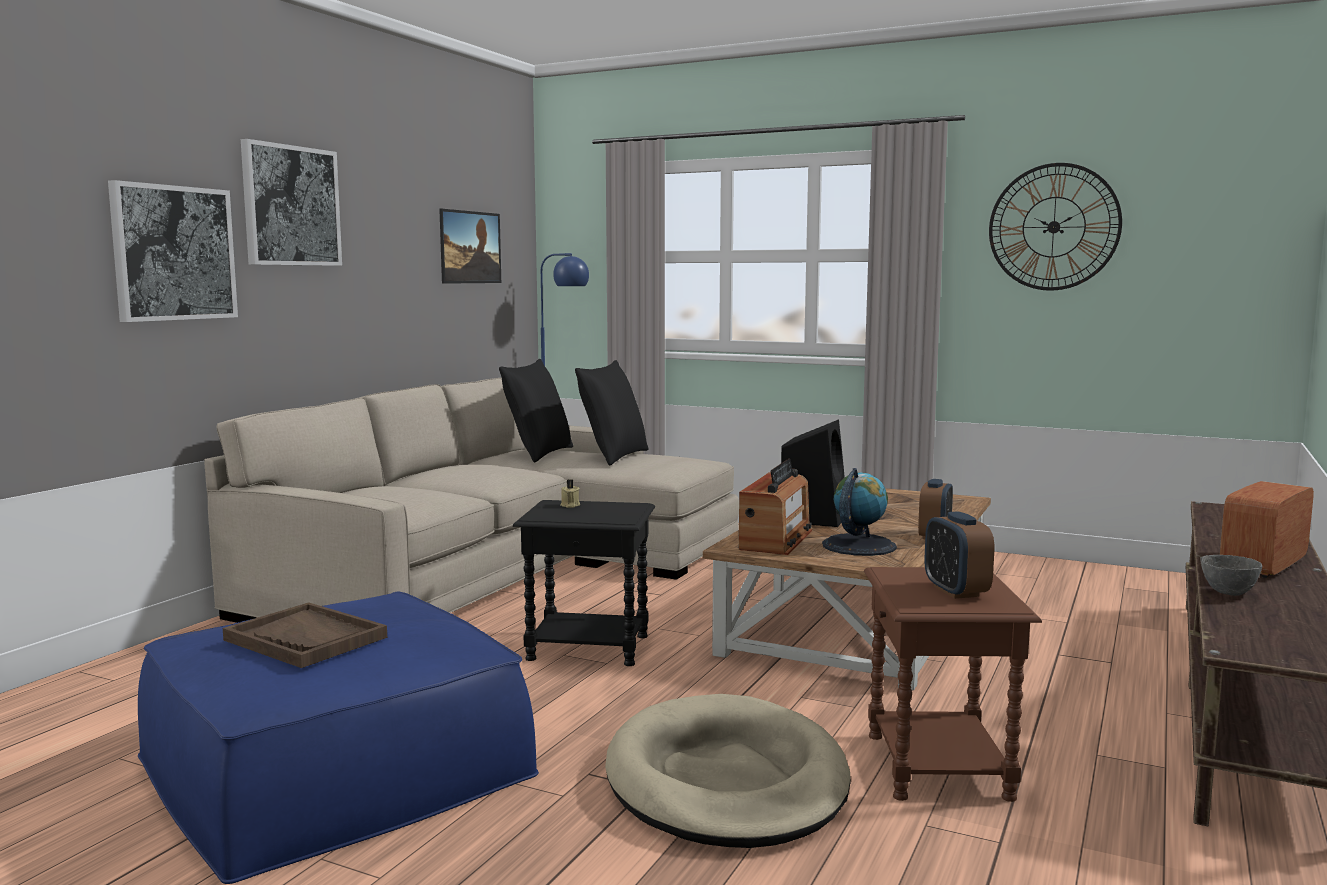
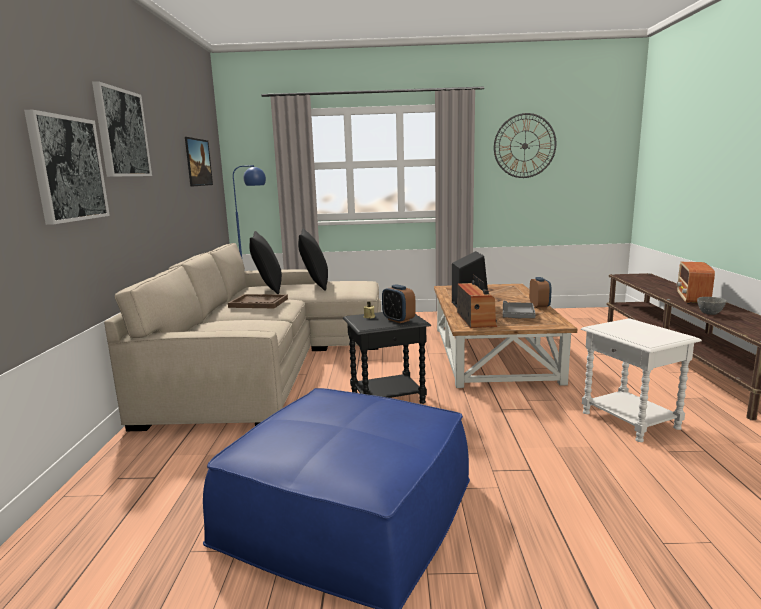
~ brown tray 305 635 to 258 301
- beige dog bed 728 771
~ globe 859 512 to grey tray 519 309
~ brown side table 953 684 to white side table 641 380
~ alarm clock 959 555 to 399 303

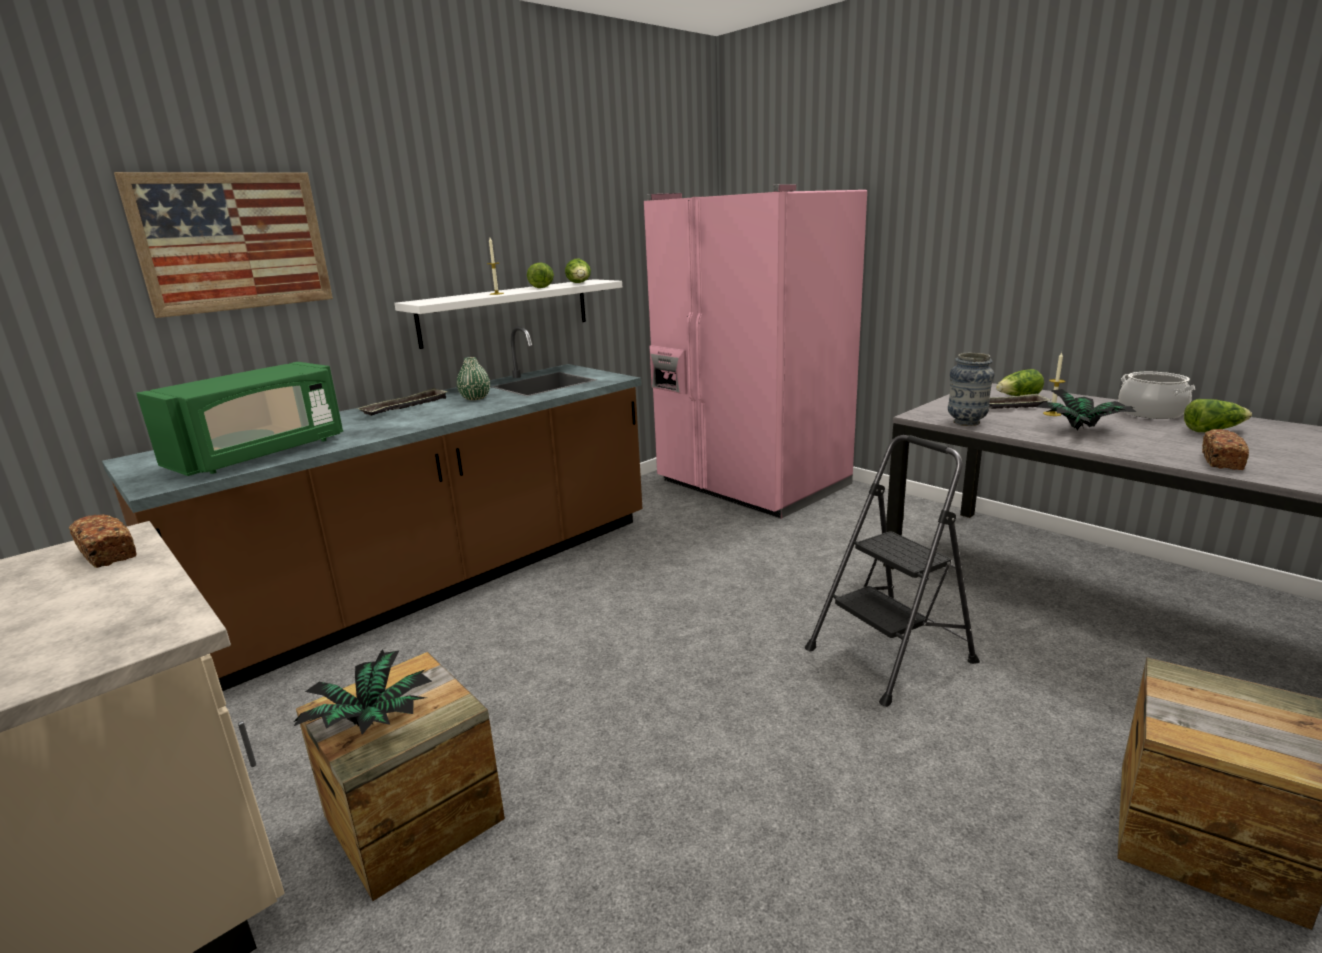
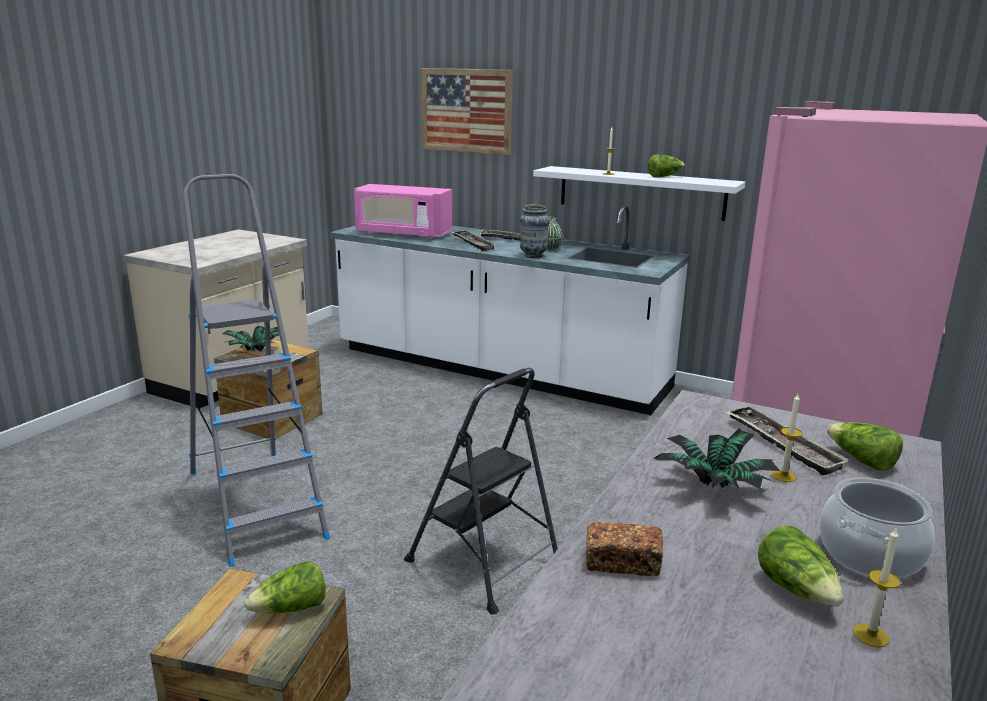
- bread 103 541
~ brown counter 372 508 to white counter 510 310
~ green microwave 239 419 to pink microwave 403 211
~ lettuce 578 271 to 284 587
~ vase 971 389 to 535 231
+ grey step ladder 256 370
+ tray 474 240
+ candle 877 587

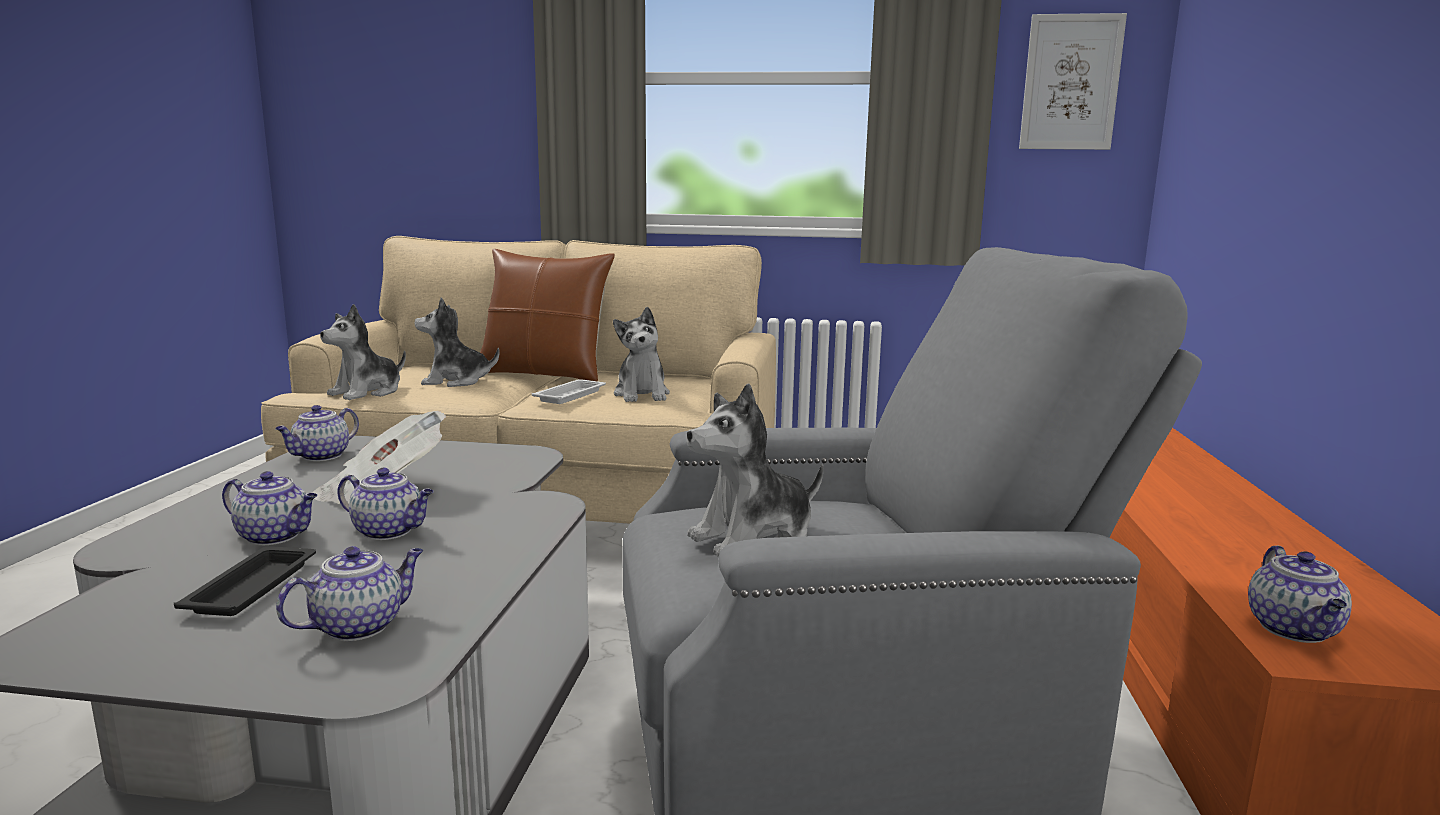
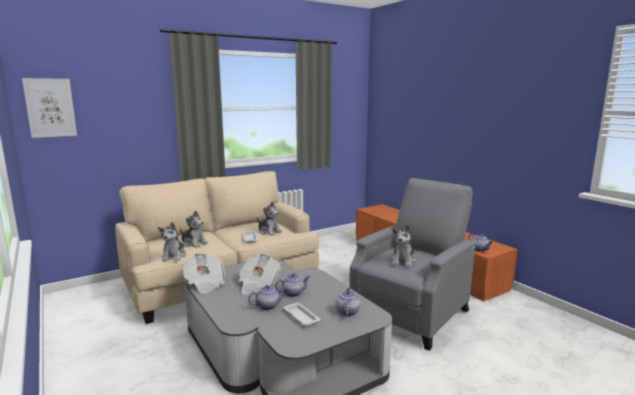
~ black tray 245 581 to white tray 302 314
~ teapot 317 433 to newspaper 204 273
~ plush toy 457 342 = 194 229 105 degrees counterclockwise
- brown pillow 547 315
~ picture 1073 81 to 49 108

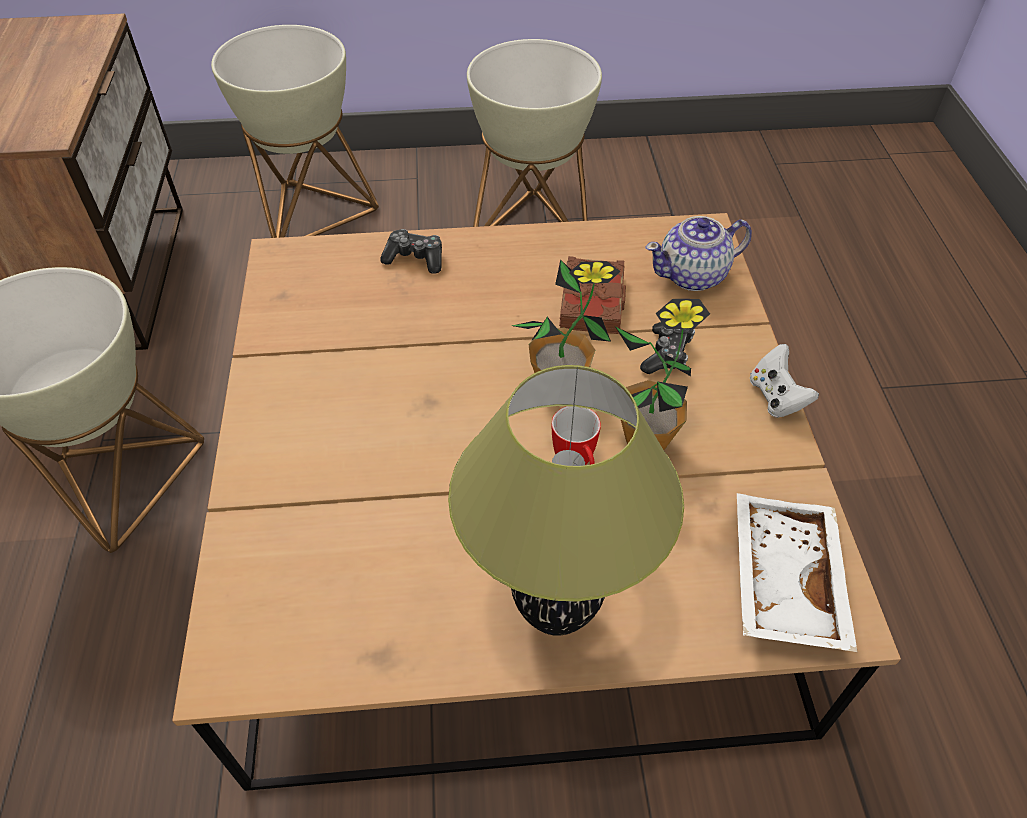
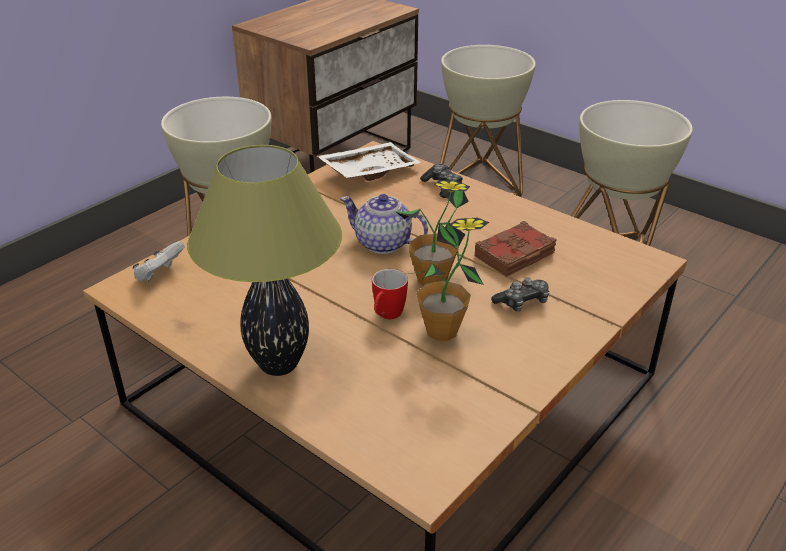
~ teapot 699 253 to 384 224
~ white tray 797 572 to 369 161
~ white game controller 784 381 to 159 261

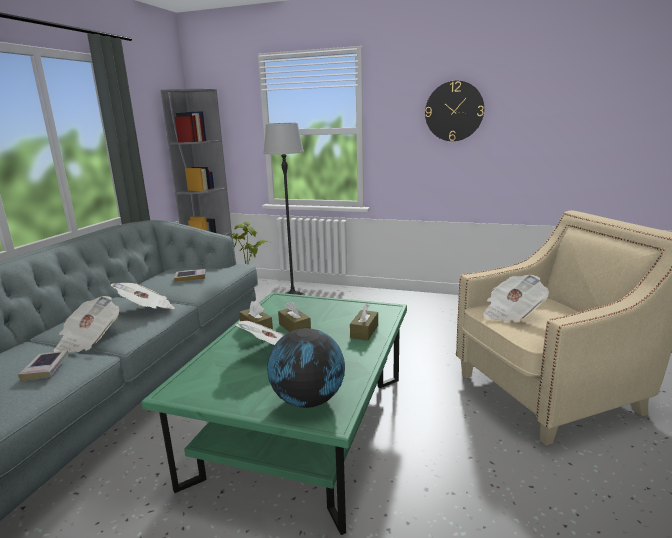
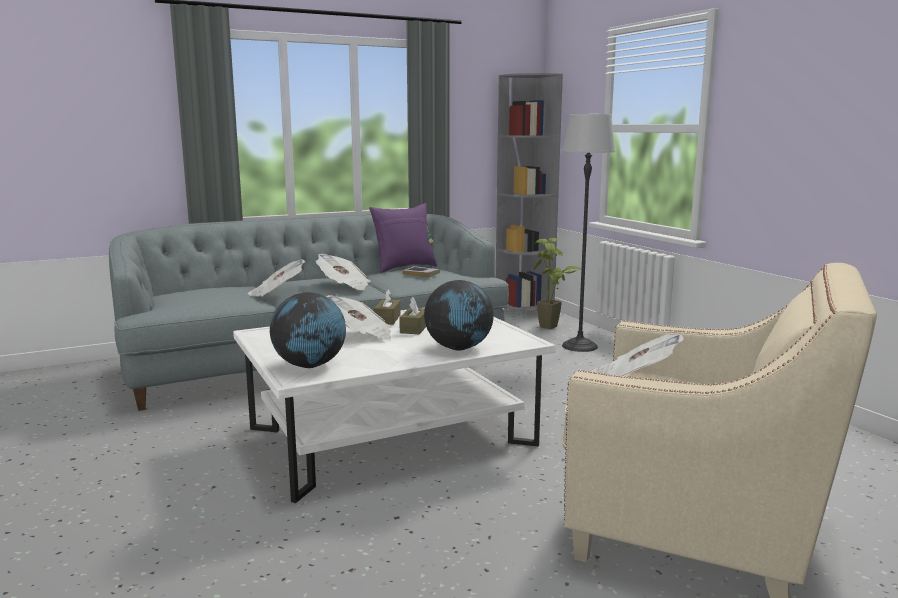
- book 43 365
~ green coffee table 274 413 to white coffee table 394 406
~ brown tissue box 364 322 to globe 459 315
- wall clock 454 111
+ purple pillow 403 238

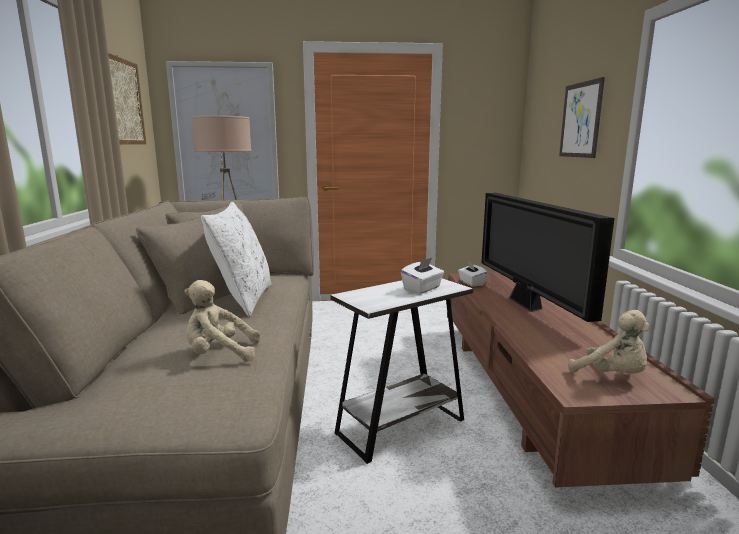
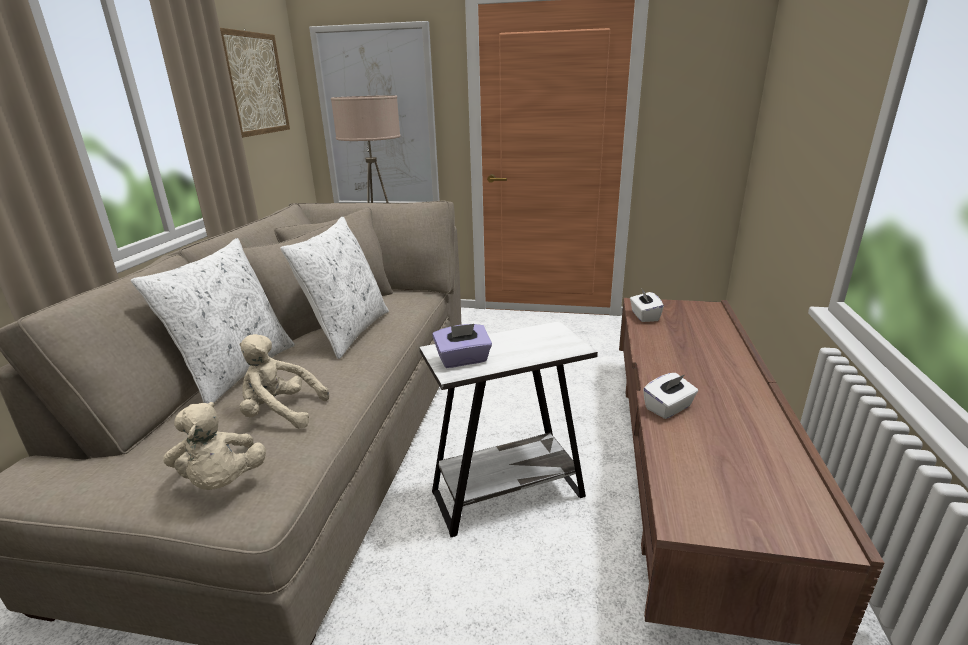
~ white tissue box 422 275 to 670 396
- television 548 257
- picture 582 117
~ beige plush toy 609 341 to 214 446
+ white pillow 213 321
+ purple tissue box 462 346

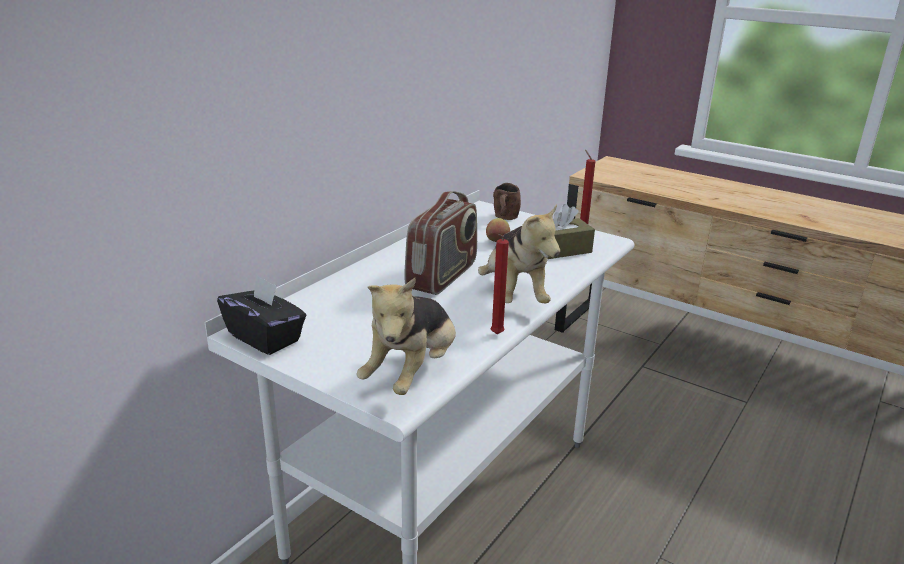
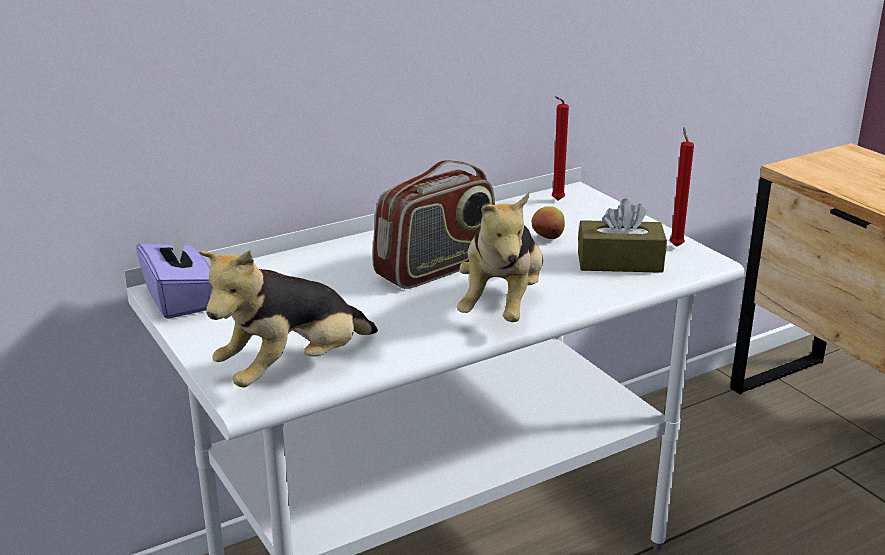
~ black tissue box 261 315 to purple tissue box 174 273
~ red candle 500 284 to 560 148
- brown mug 507 201

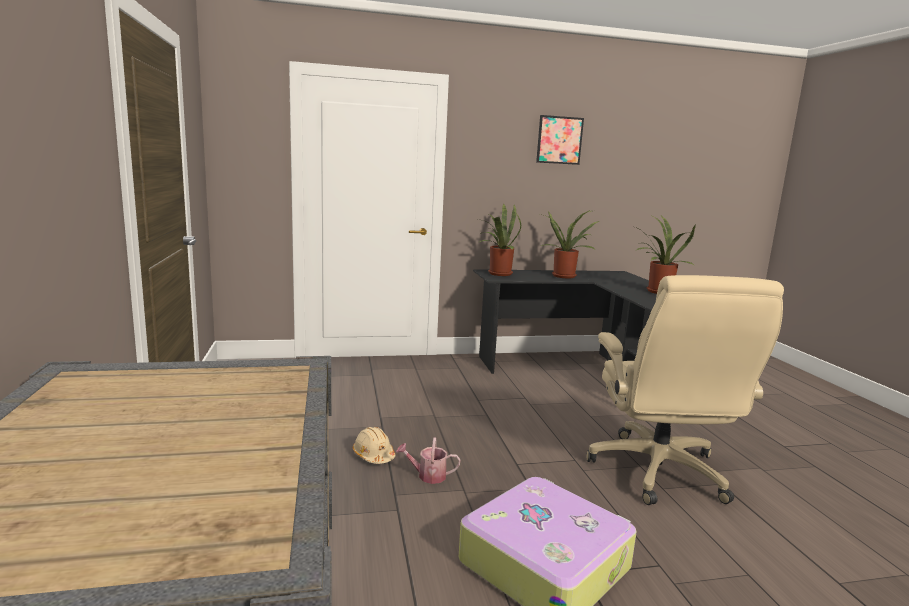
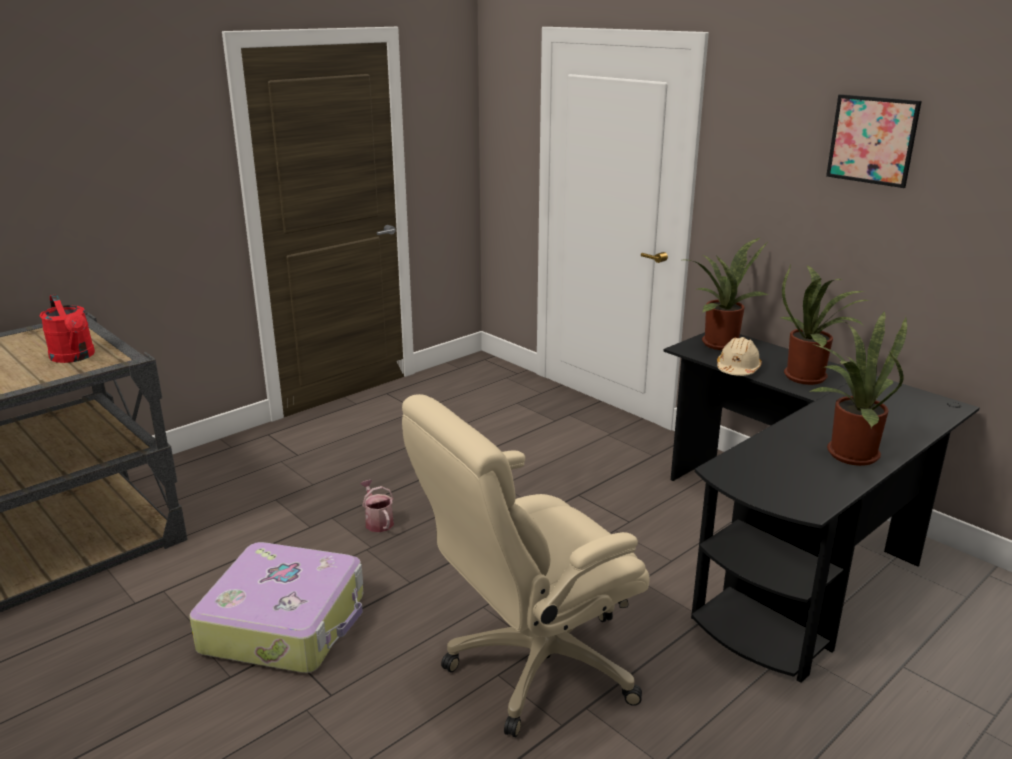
~ beige hard hat 374 445 to 739 356
+ red watering can 67 328

